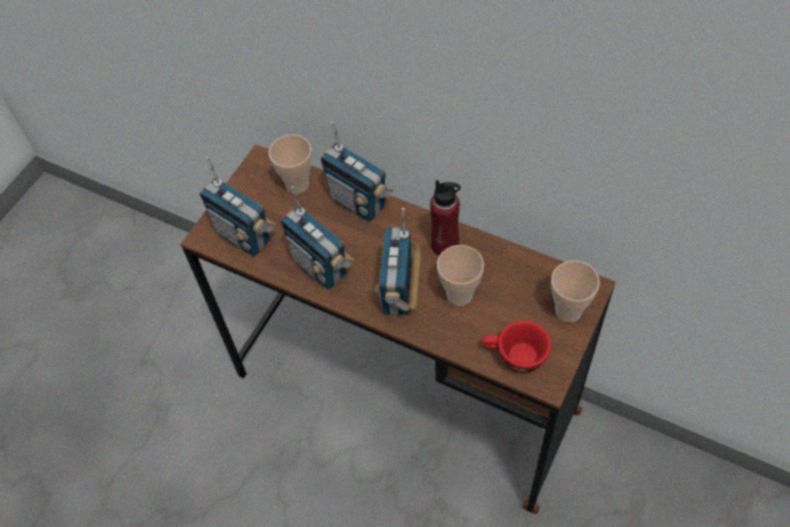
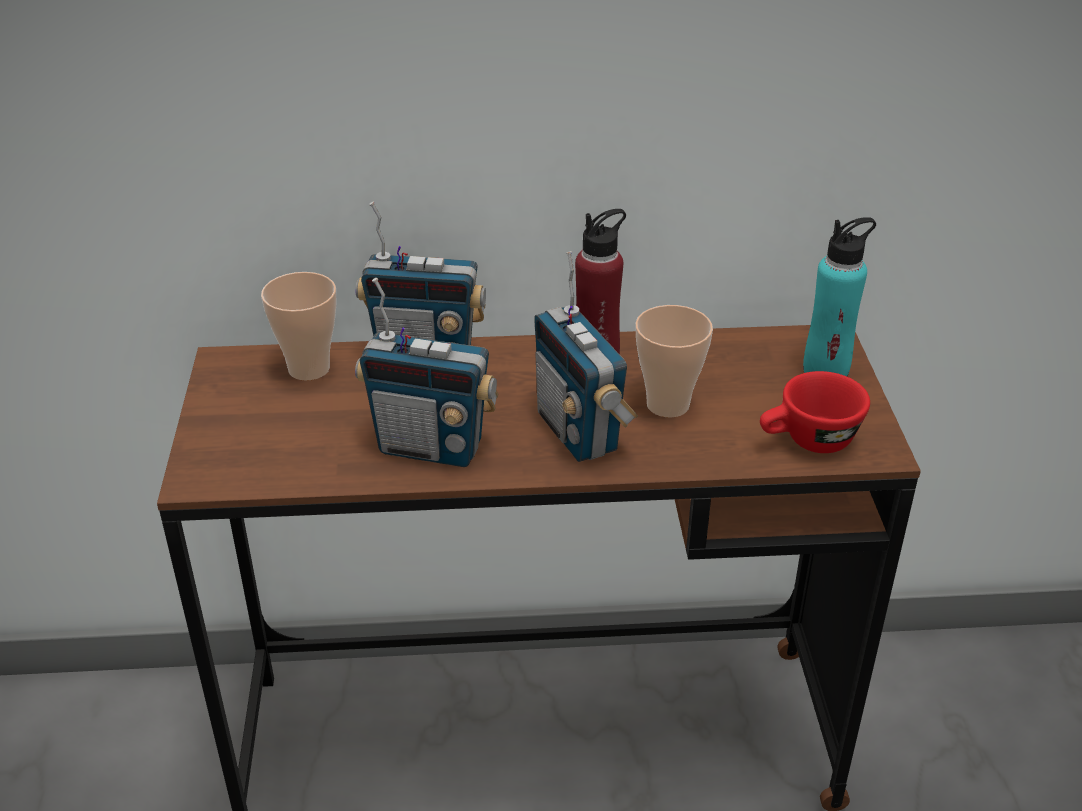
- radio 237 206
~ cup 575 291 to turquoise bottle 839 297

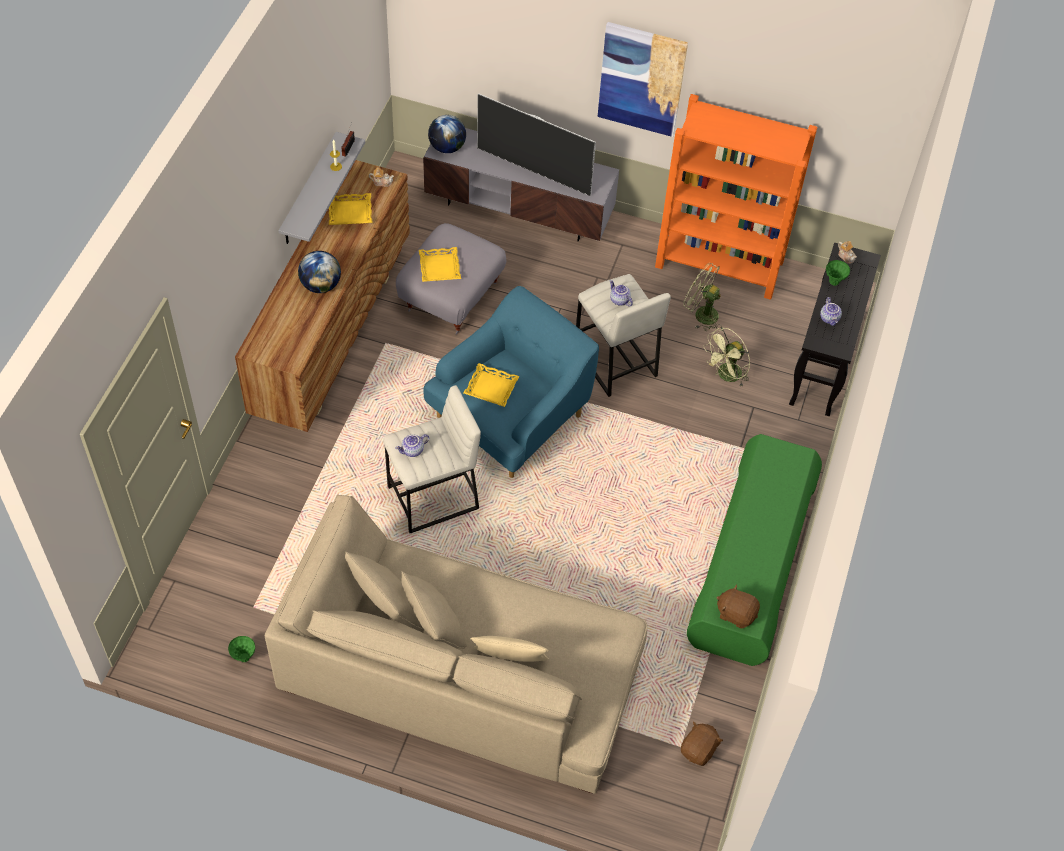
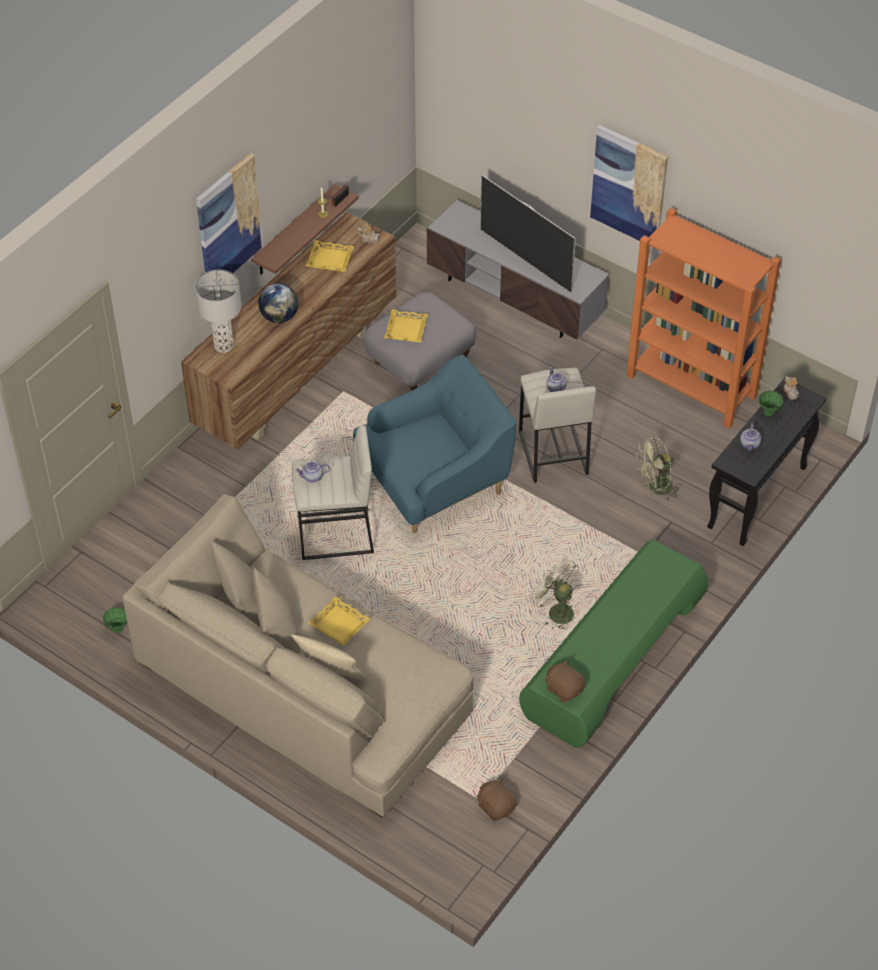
~ grey shelf 322 188 to brown shelf 305 229
- globe 447 134
~ yellow tray 491 385 to 339 621
~ brown plush toy 702 744 = 496 799 90 degrees counterclockwise
~ green fan 702 297 to 554 594
+ white table lamp 218 311
+ picture 229 213

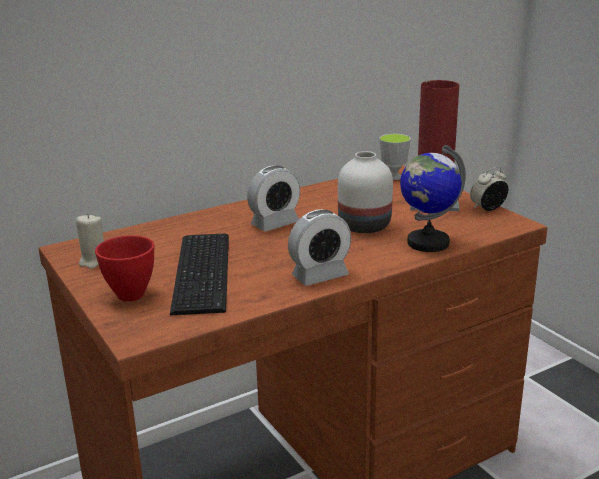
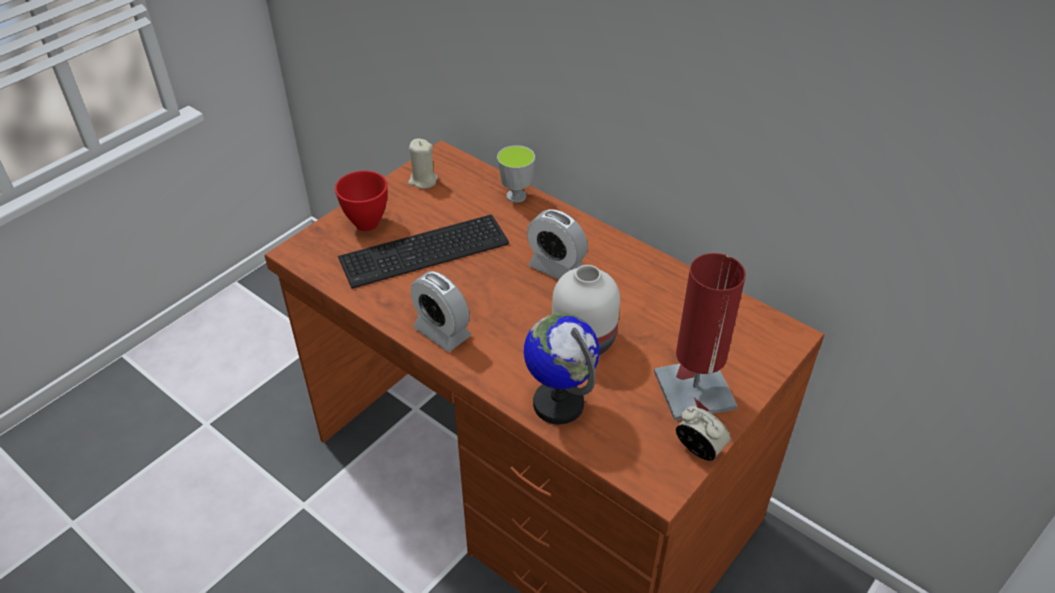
~ cup 395 157 to 516 174

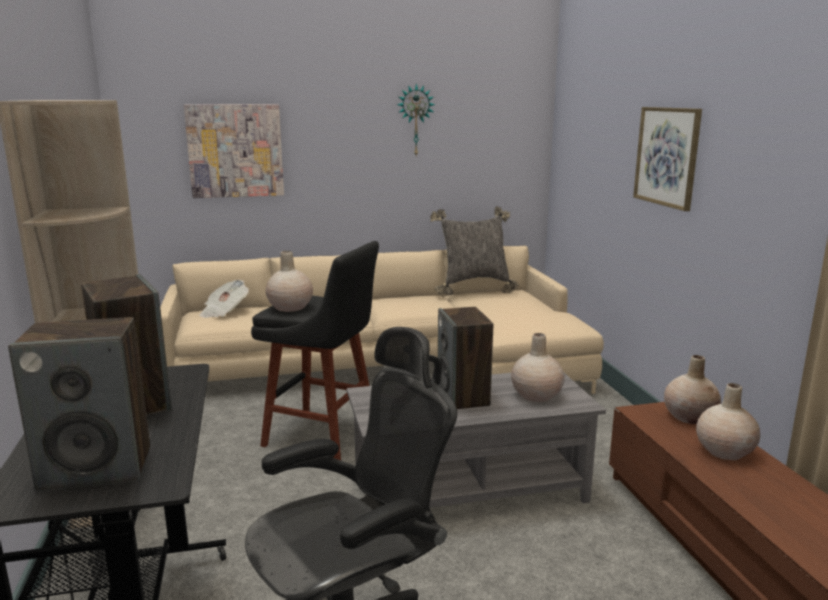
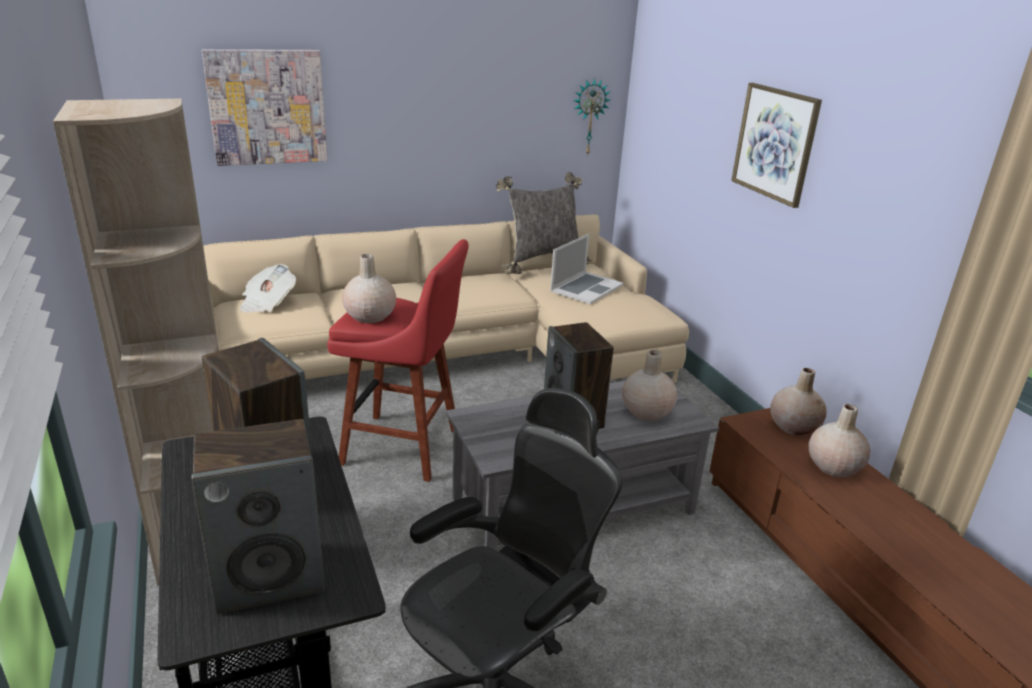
~ black stool 315 350 to red stool 397 360
~ wall clock 416 119 to 592 117
+ laptop 586 269

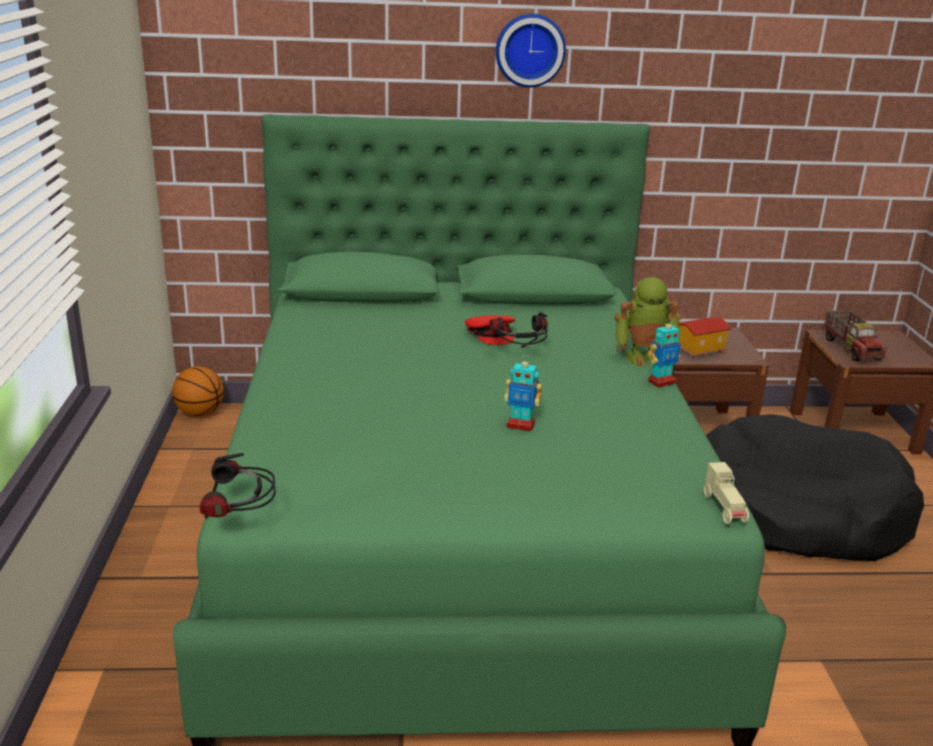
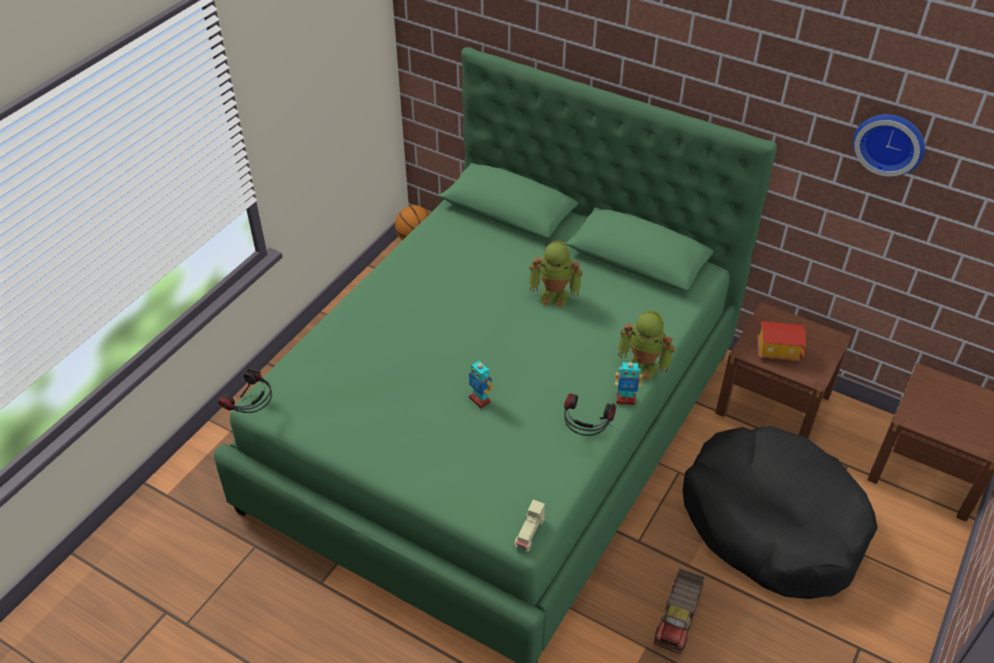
~ red cap 490 330 to toy robot 556 275
~ headphones 518 330 to 590 414
~ wall clock 531 51 to 889 145
~ toy truck 855 335 to 679 611

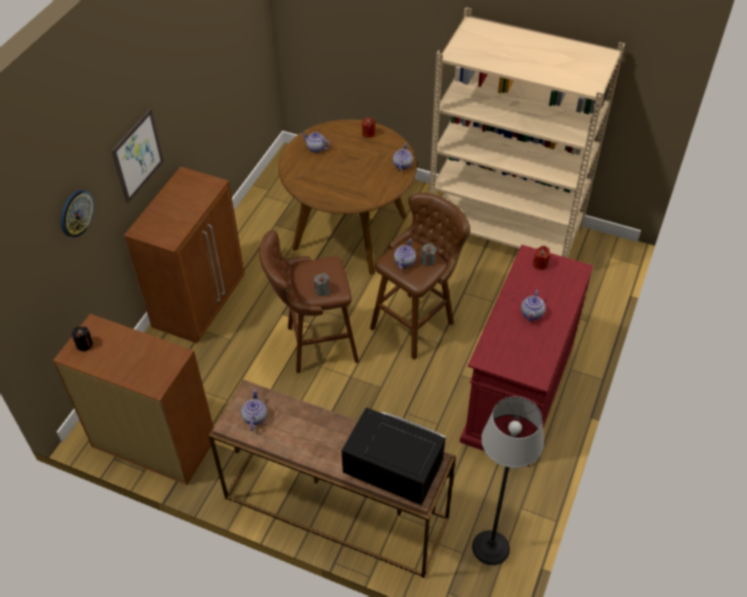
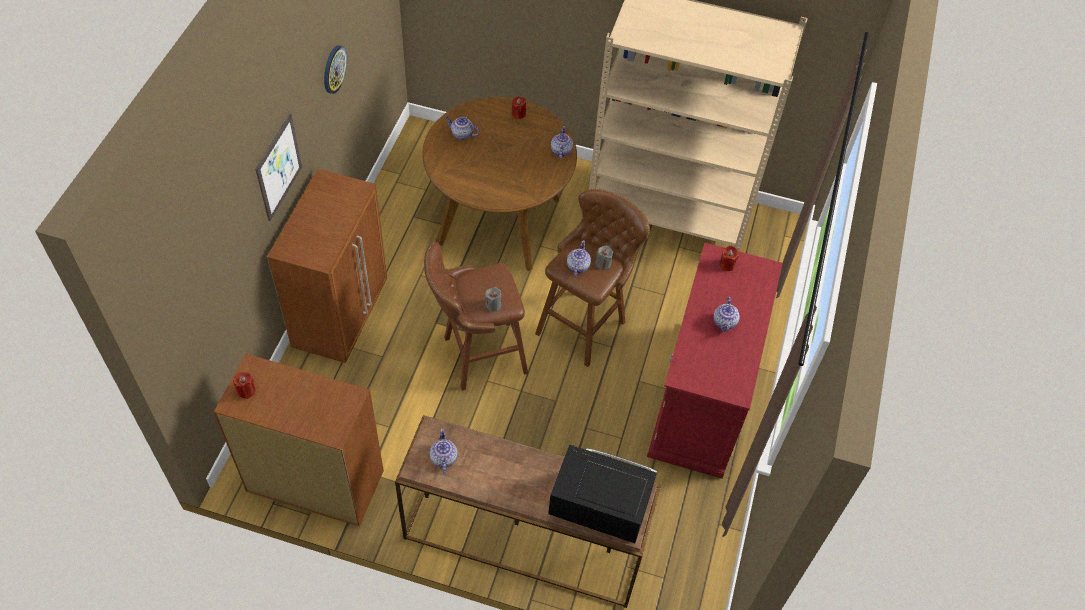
~ wall clock 77 214 to 335 69
~ black candle 82 339 to red candle 244 385
- floor lamp 508 481

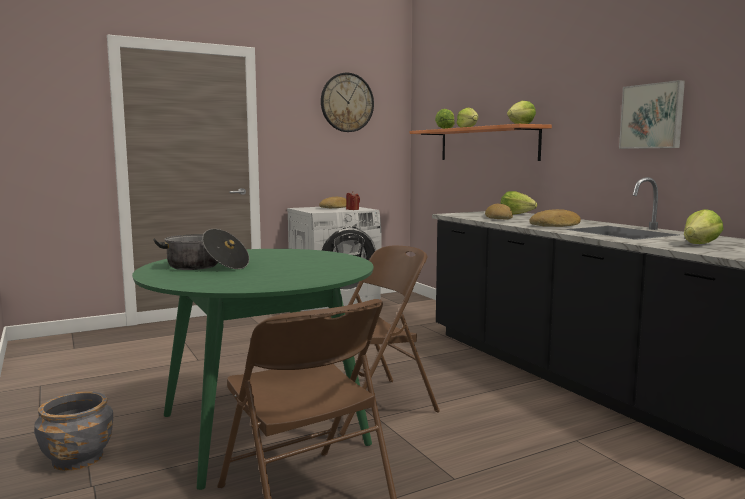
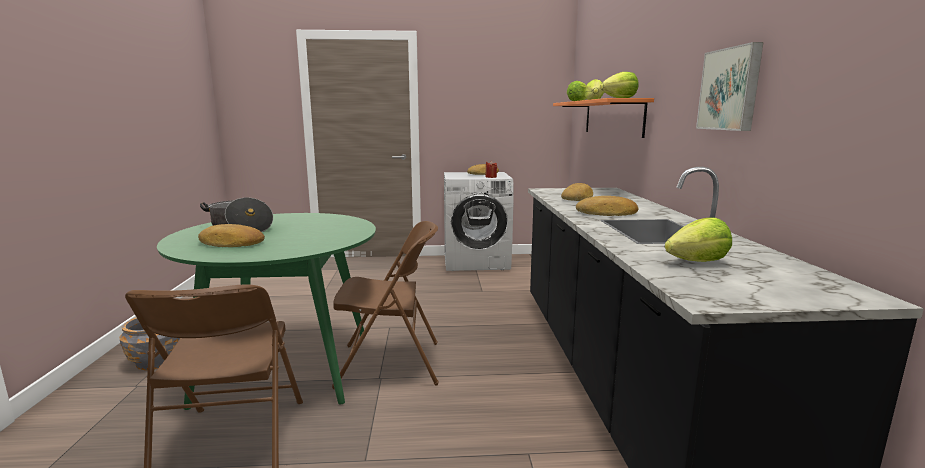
- wall clock 347 102
- lettuce 519 203
+ bread 231 235

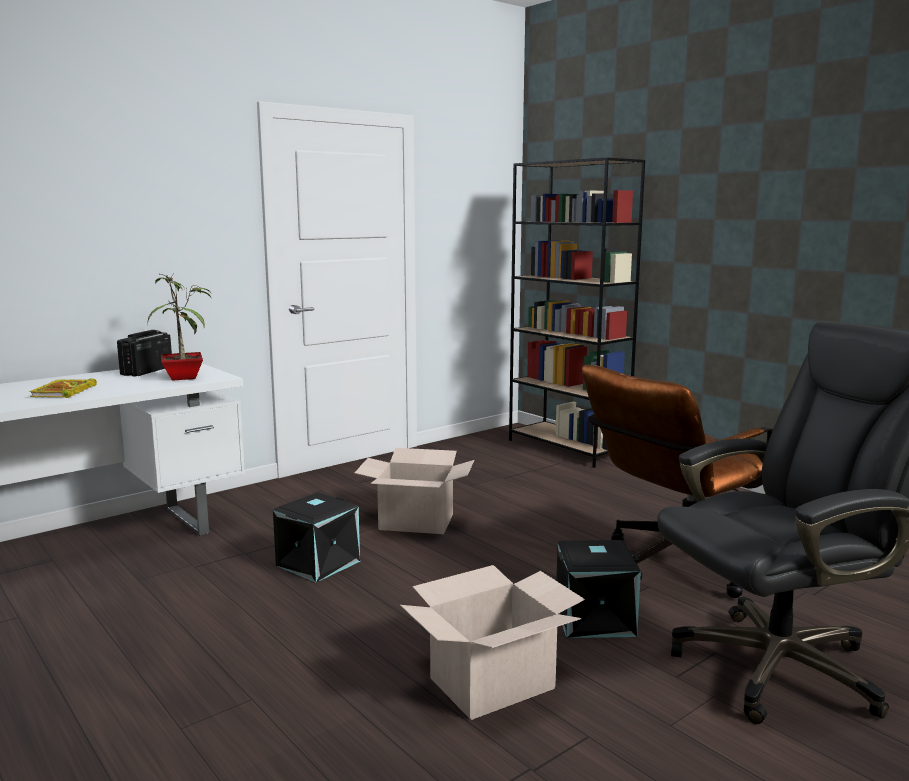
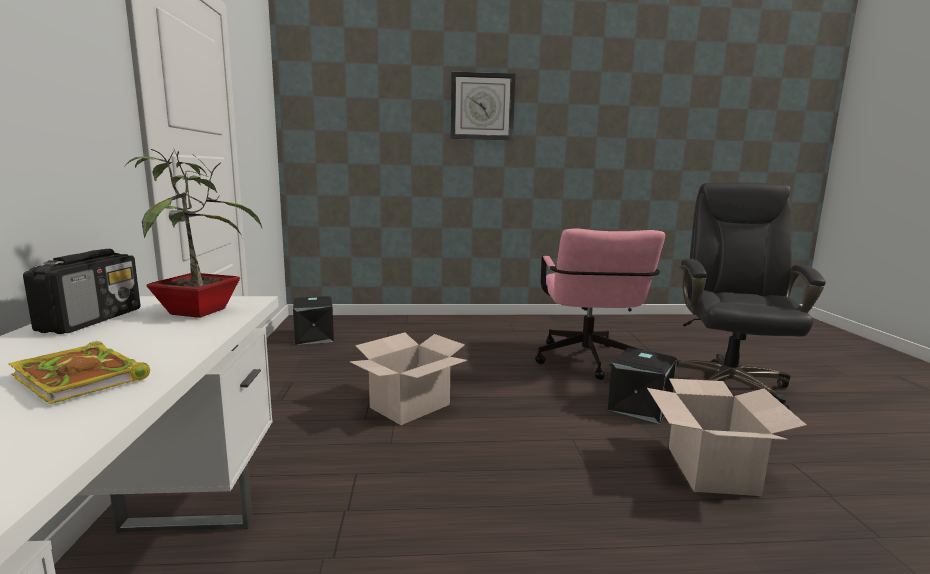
~ radio 144 353 = 81 291 135 degrees counterclockwise
~ black storage box 316 537 to 313 320
- beige bookcase 577 313
~ brown office chair 677 481 to pink office chair 600 304
+ wall clock 483 106

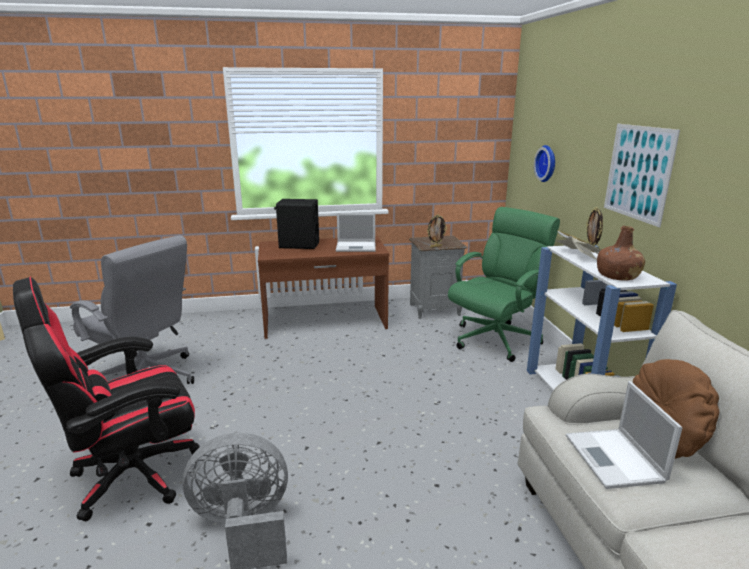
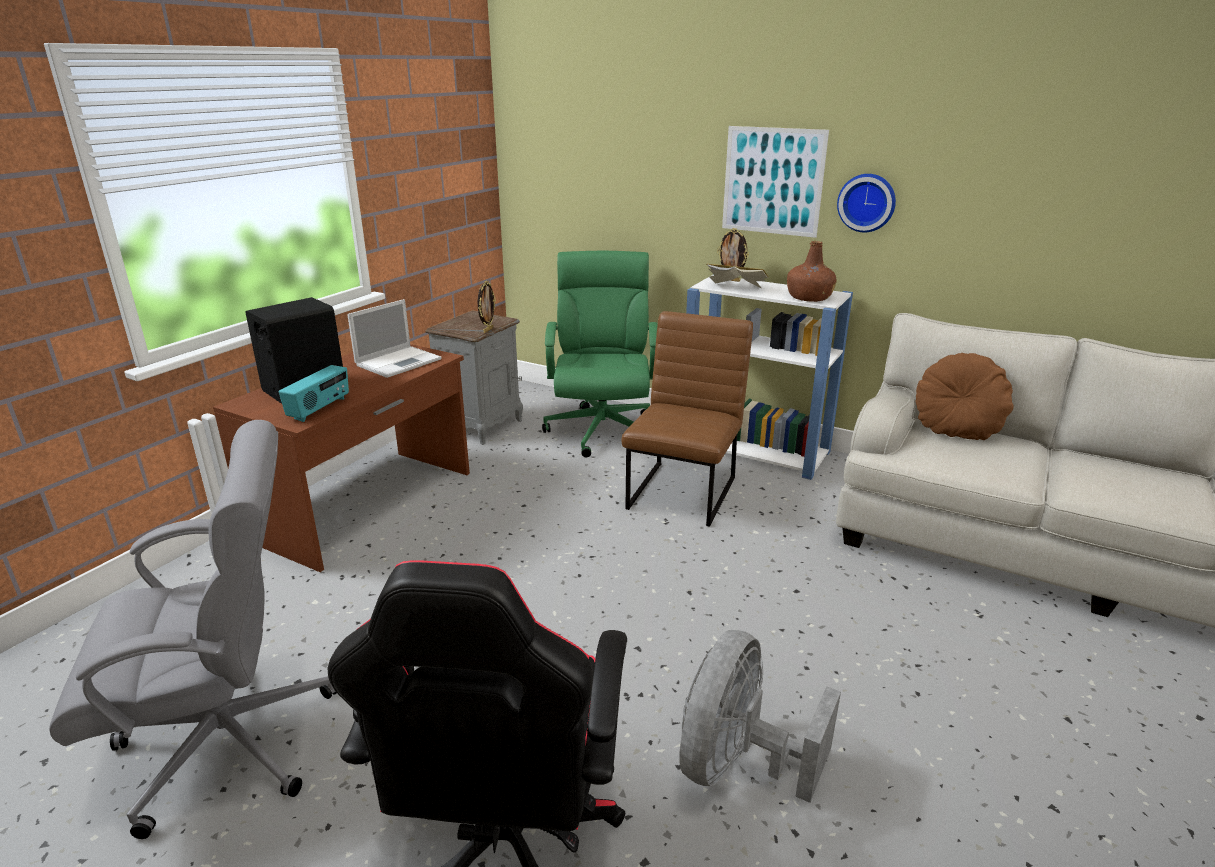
~ wall clock 544 163 to 866 203
- laptop 624 435
+ radio 314 393
+ brown chair 687 419

